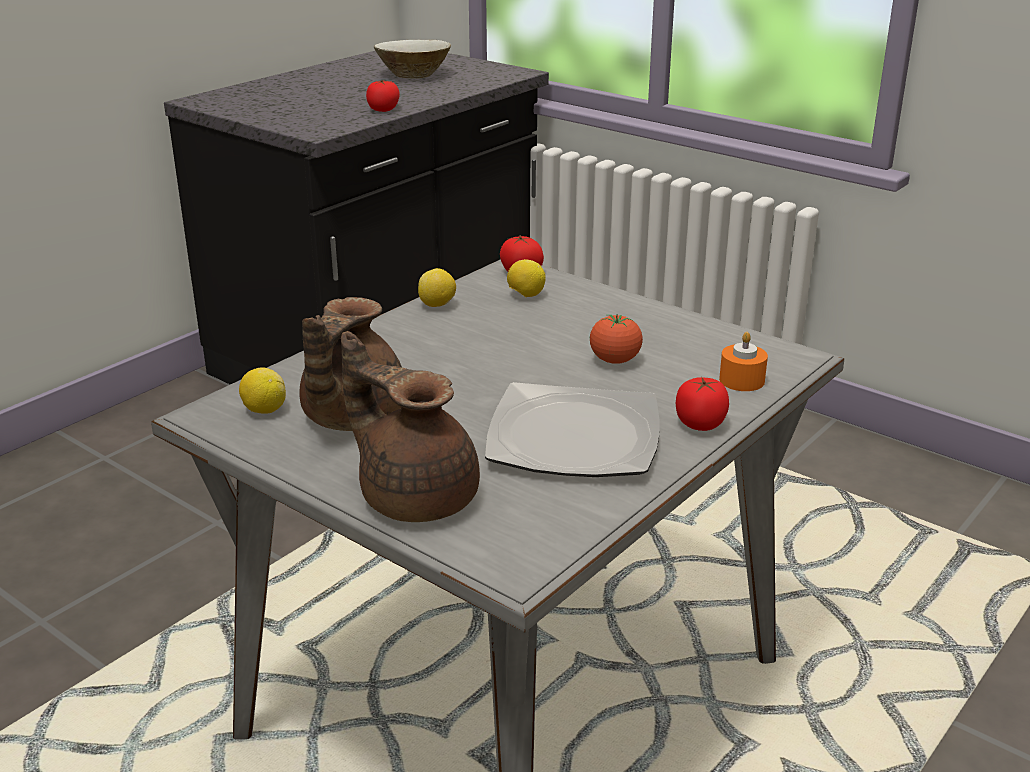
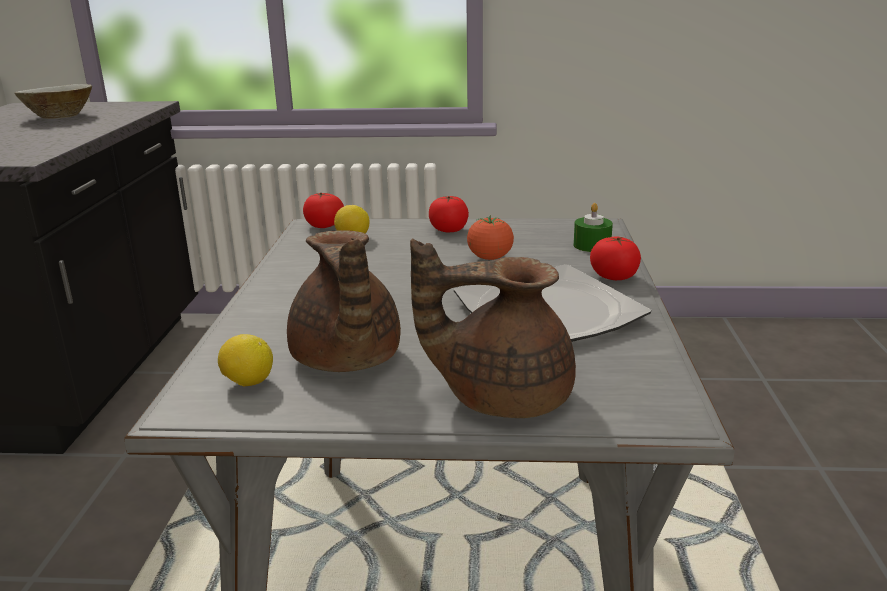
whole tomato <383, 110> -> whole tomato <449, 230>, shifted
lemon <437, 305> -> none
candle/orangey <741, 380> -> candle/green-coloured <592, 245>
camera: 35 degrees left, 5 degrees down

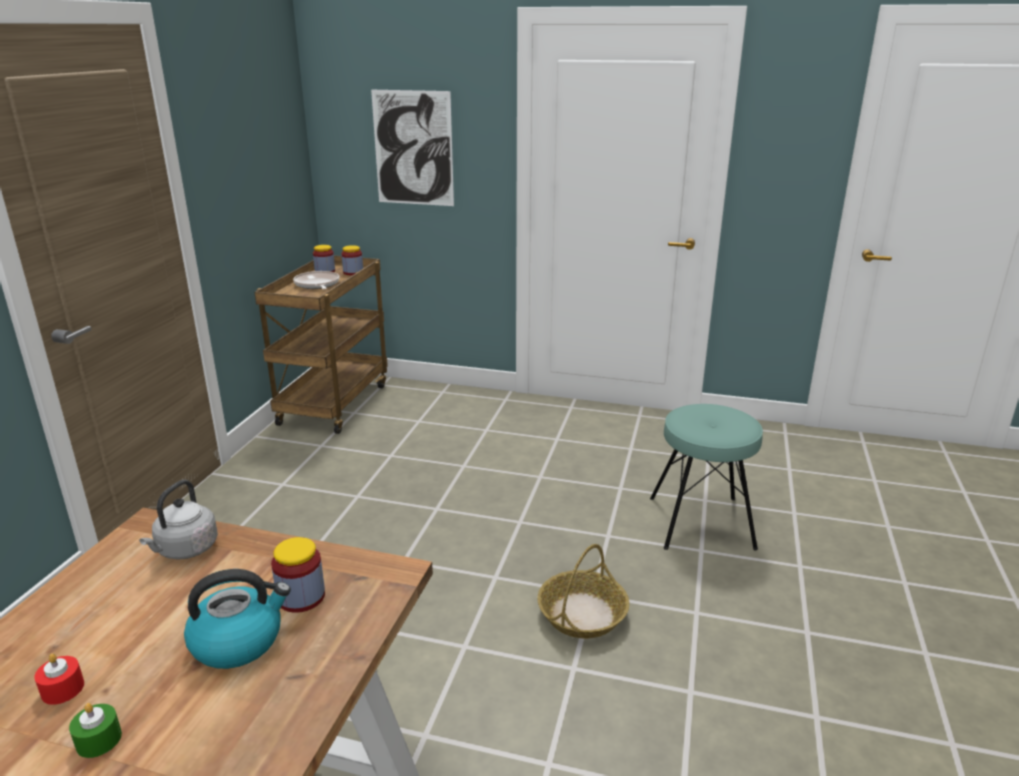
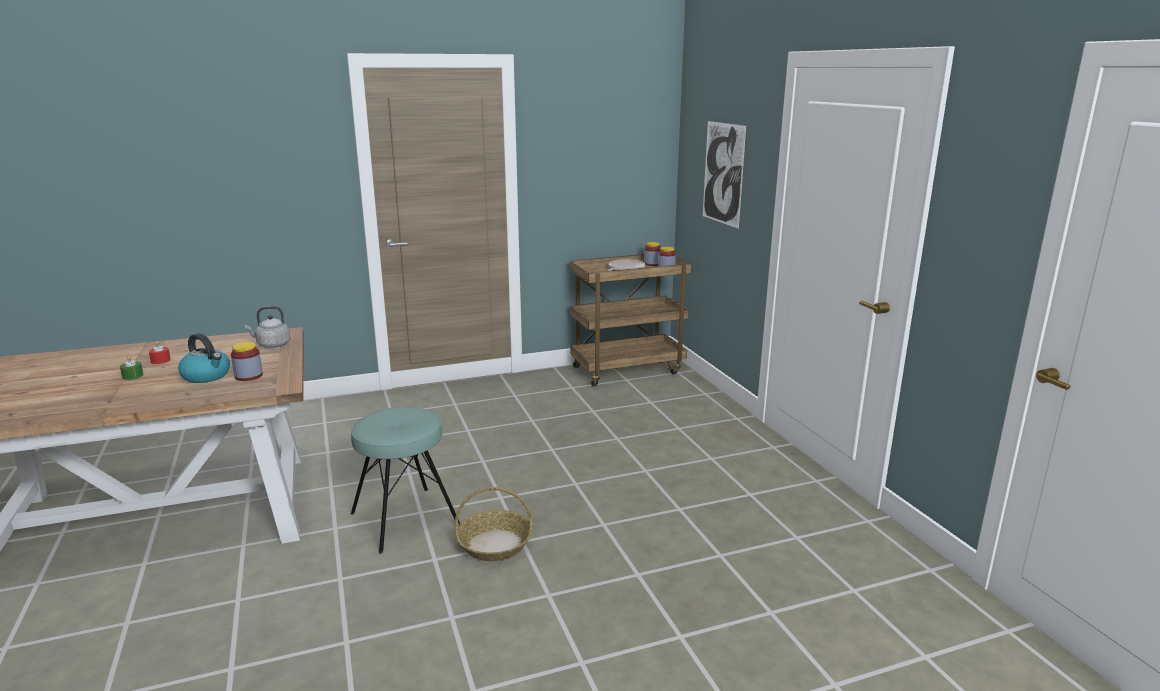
sitting stool/blue-green <701, 523> -> sitting stool/blue-green <404, 519>, shifted
camera: 55 degrees right, 5 degrees down

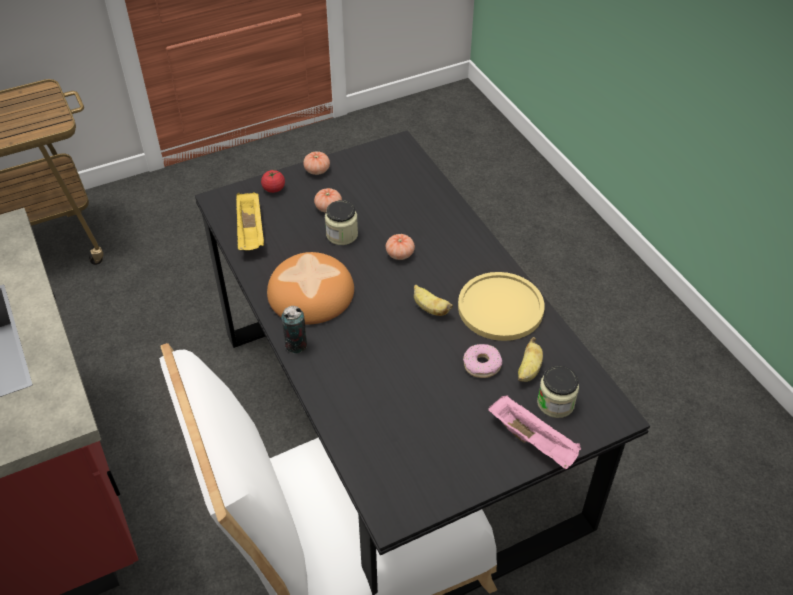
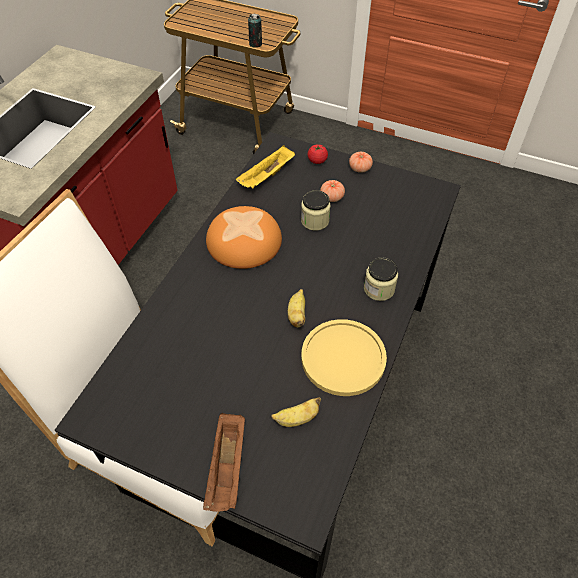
whole tomato <400, 254> -> none
sealed can <296, 345> -> sealed can <255, 44>, shifted
donut <482, 365> -> none
jar <555, 403> -> jar <379, 289>, shifted
tray/pink-coloured <533, 441> -> tray/brown-coloured <227, 468>
camera: 50 degrees right, 5 degrees up

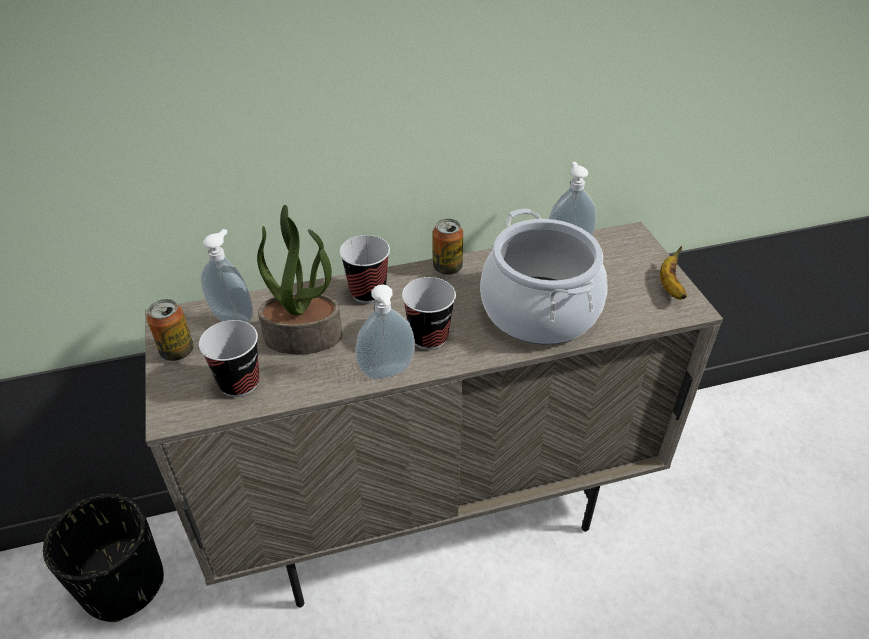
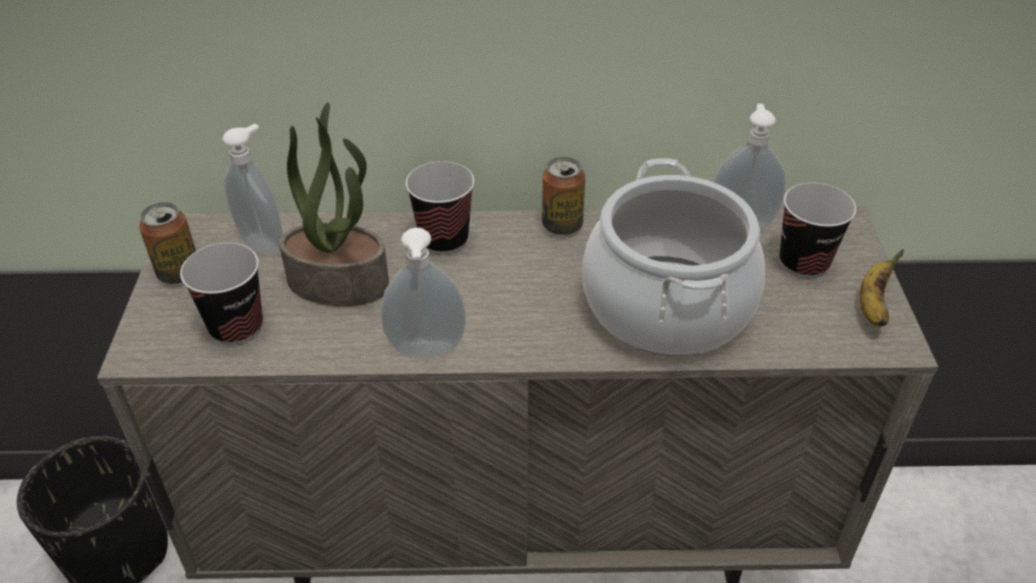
small cup <429, 337> -> small cup <803, 263>, shifted
camera: 15 degrees right, 0 degrees up

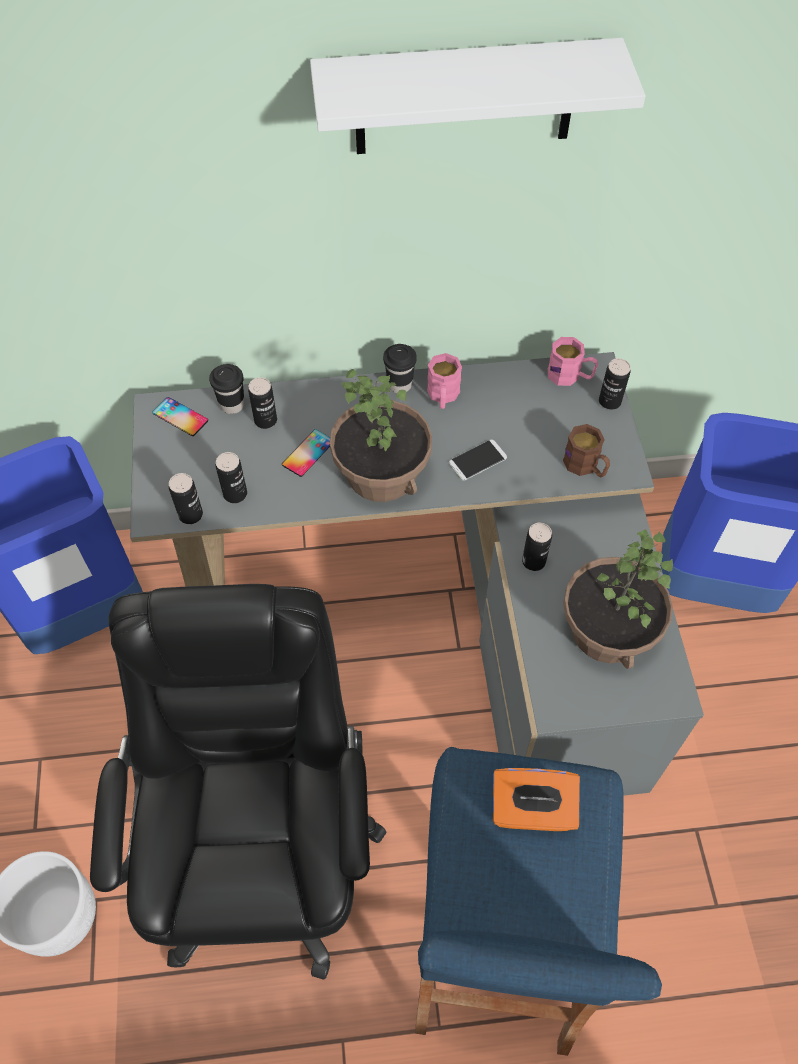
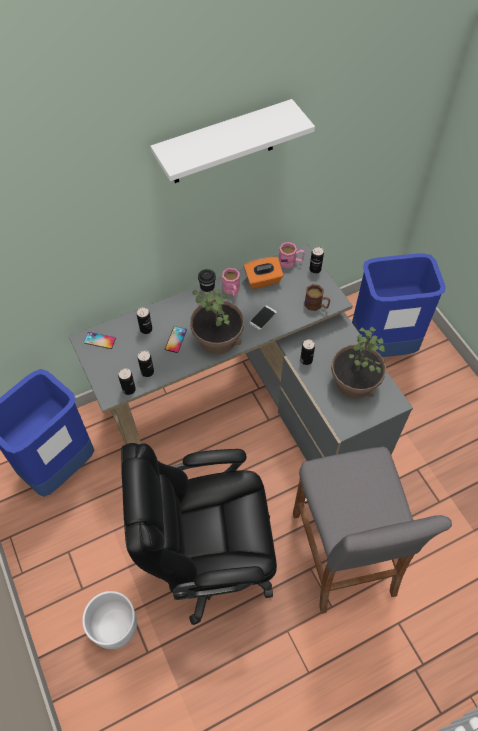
small cup/black <232, 405> -> none
computer chair/black <263, 854> -> computer chair/black <210, 557>, 75 degrees counterclockwise
sitting stool/blue-coloured <498, 935> -> sitting stool/grey <342, 553>
tissue holder/orangey <532, 810> -> tissue holder/orangey <263, 280>, shifted
camera: 20 degrees left, 0 degrees up

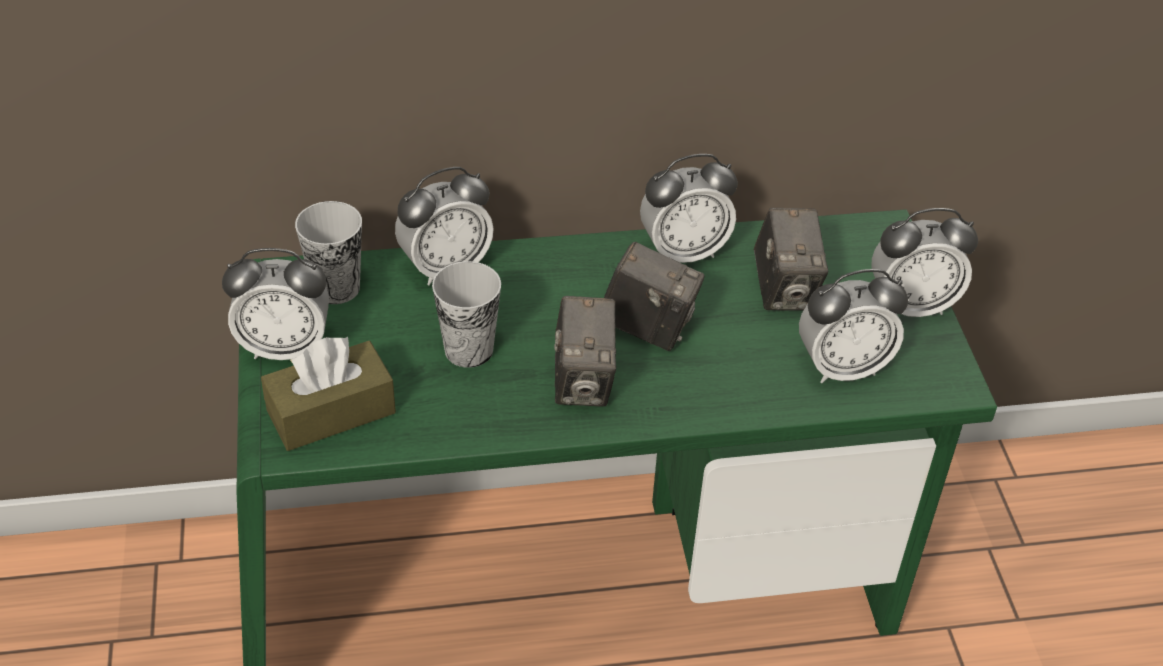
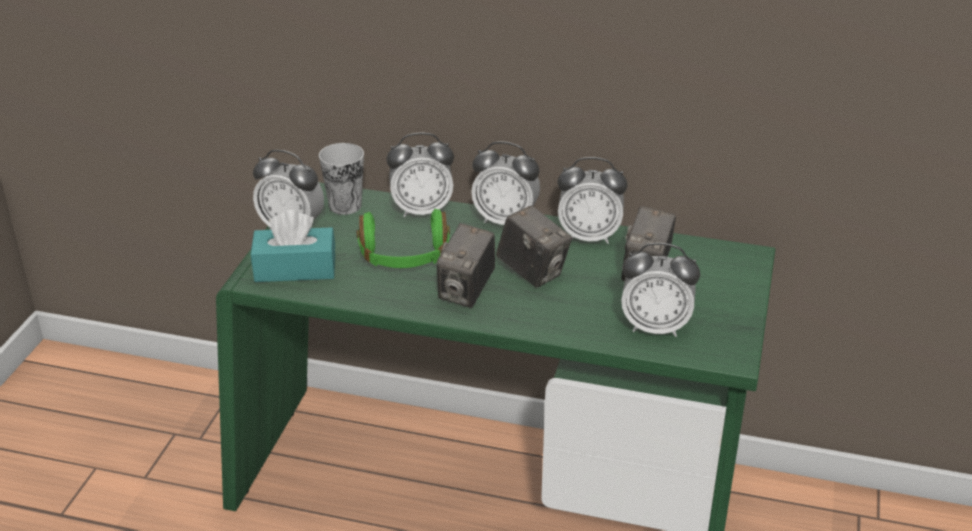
bedside clock <911, 305> -> bedside clock <505, 220>, shifted
small cup <468, 350> -> pair of headphones/green-coloured <404, 257>
tissue holder/brown-coloured <331, 412> -> tissue holder/blue-green <295, 268>
camera: 25 degrees right, 10 degrees down

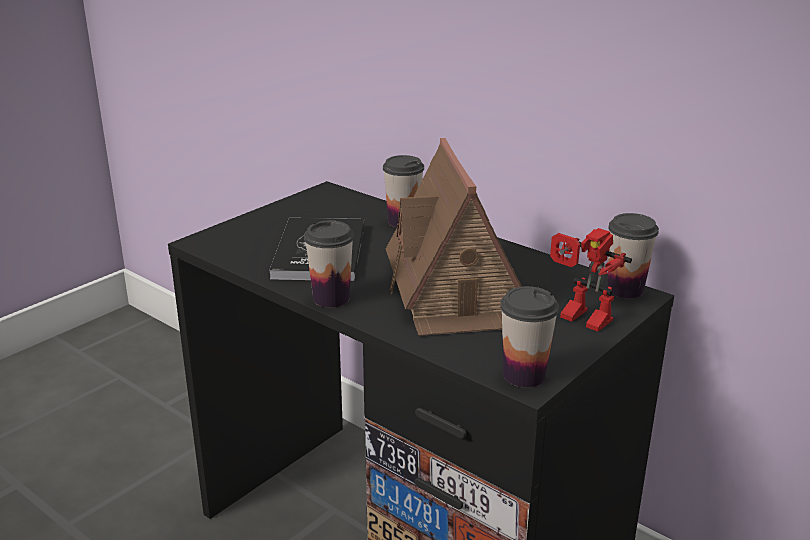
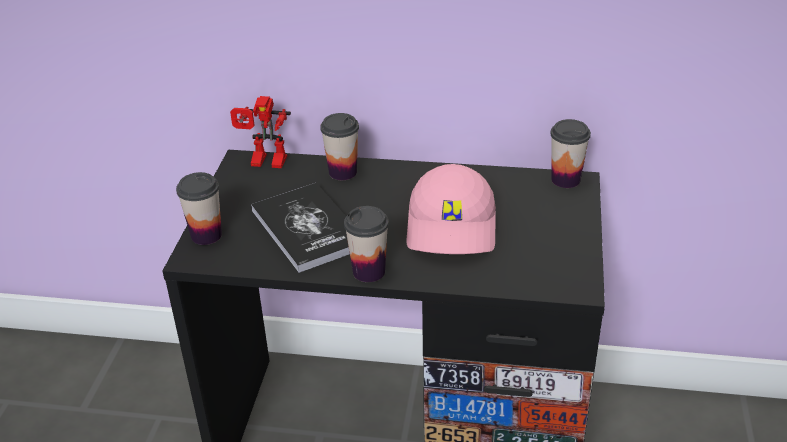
toy house <455, 291> -> baseball cap/pink-coloured <453, 227>
robot figure <580, 319> -> robot figure <265, 163>, shifted
small cup <524, 375> -> small cup <206, 235>, shifted
camera: 30 degrees left, 10 degrees up

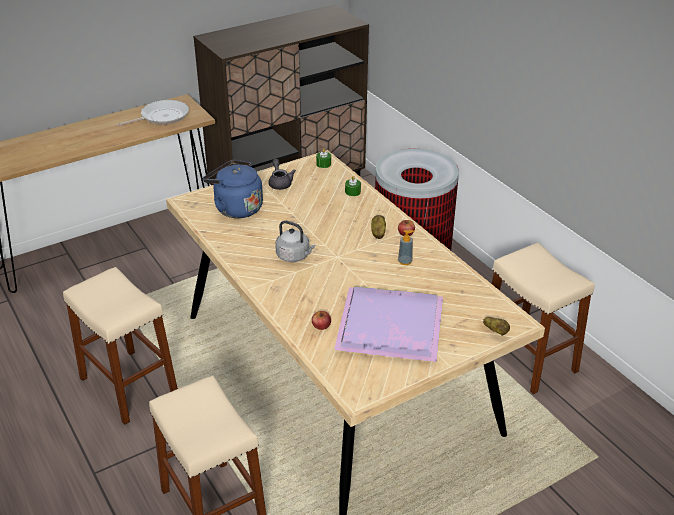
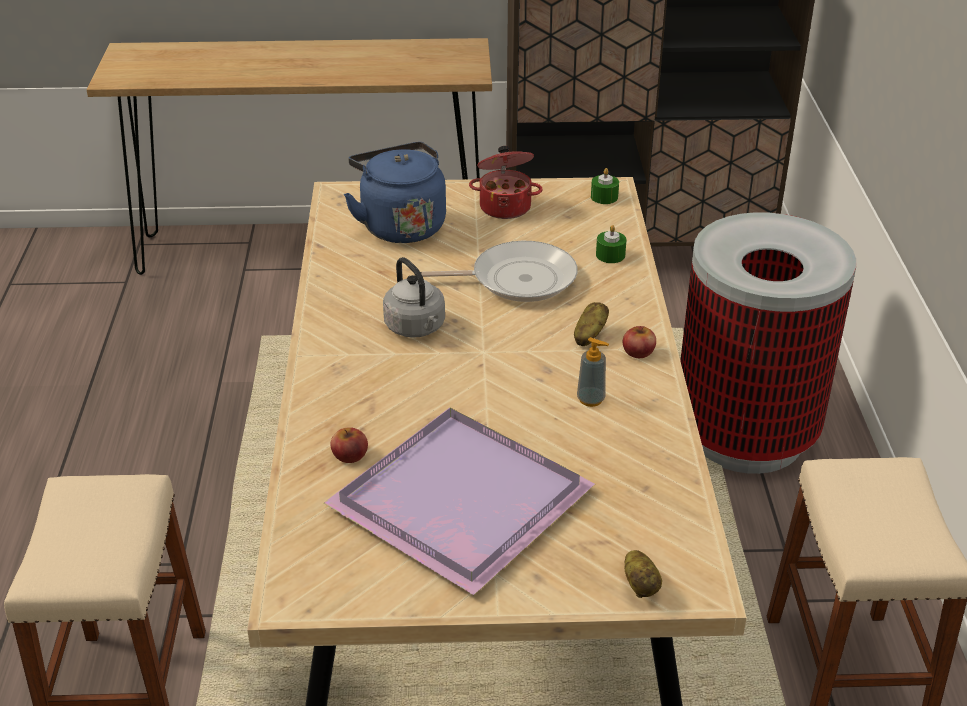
pan <162, 117> -> pan <517, 279>, shifted
tea pot/grey <280, 183> -> cooking pot <505, 206>
sitting stool/beige-coloured <128, 386> -> none
camera: 30 degrees right, 0 degrees up

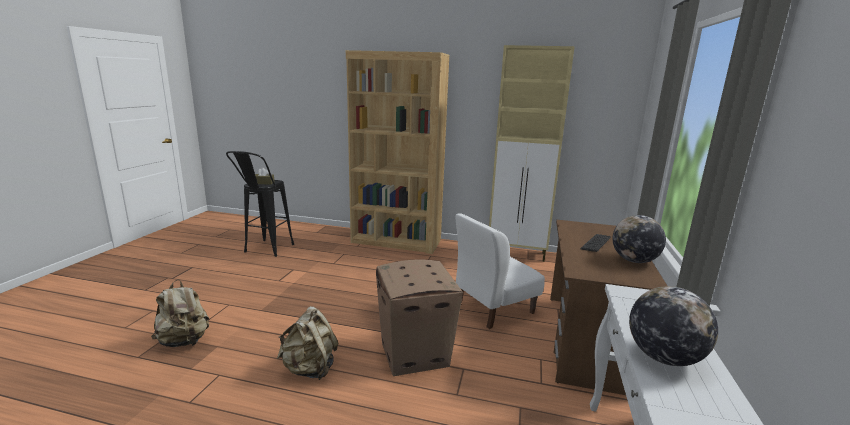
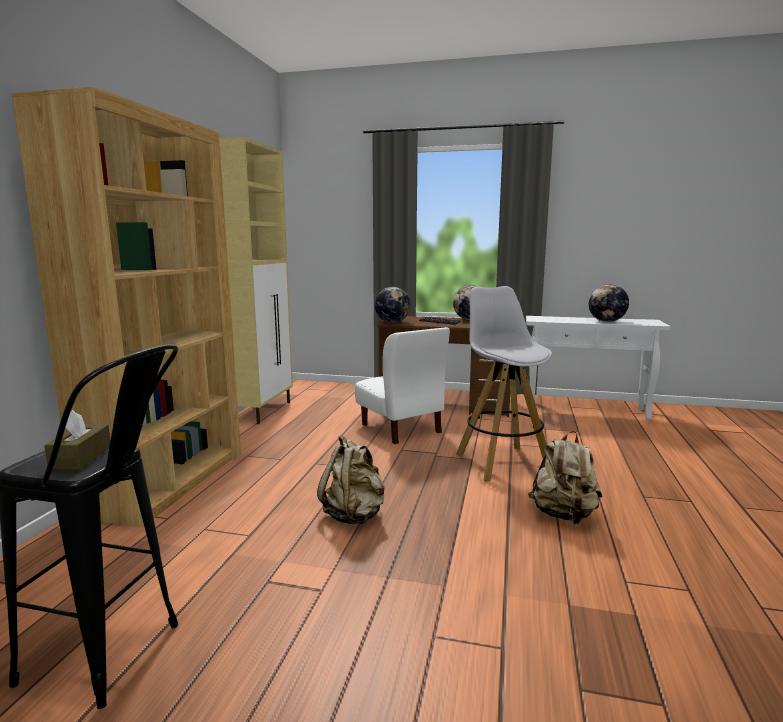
packing box <415, 354> -> sitting stool/whitish <502, 462>
backpack/beige-coloured <184, 341> -> backpack/beige-coloured <354, 515>, shifted
none -> world globe <392, 322>
camera: 90 degrees left, 5 degrees down

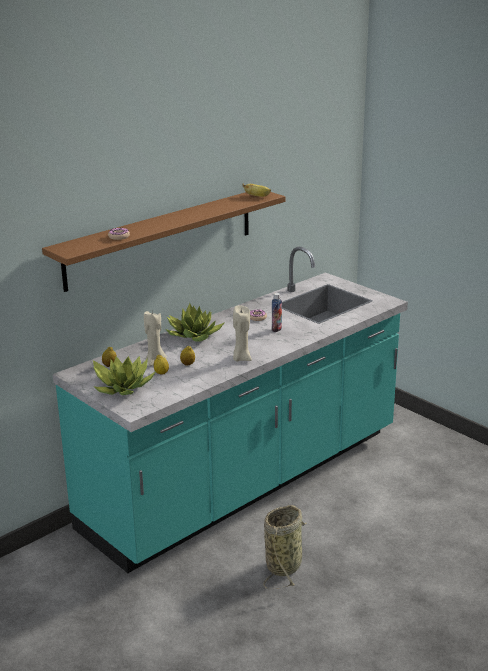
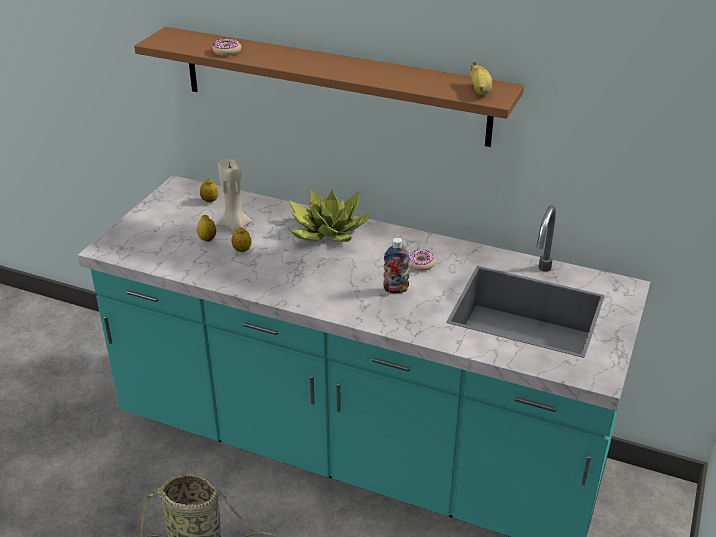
candle/beige-coloured <241, 358> -> none
plant in a pot <123, 387> -> none
camera: 65 degrees right, 10 degrees up

